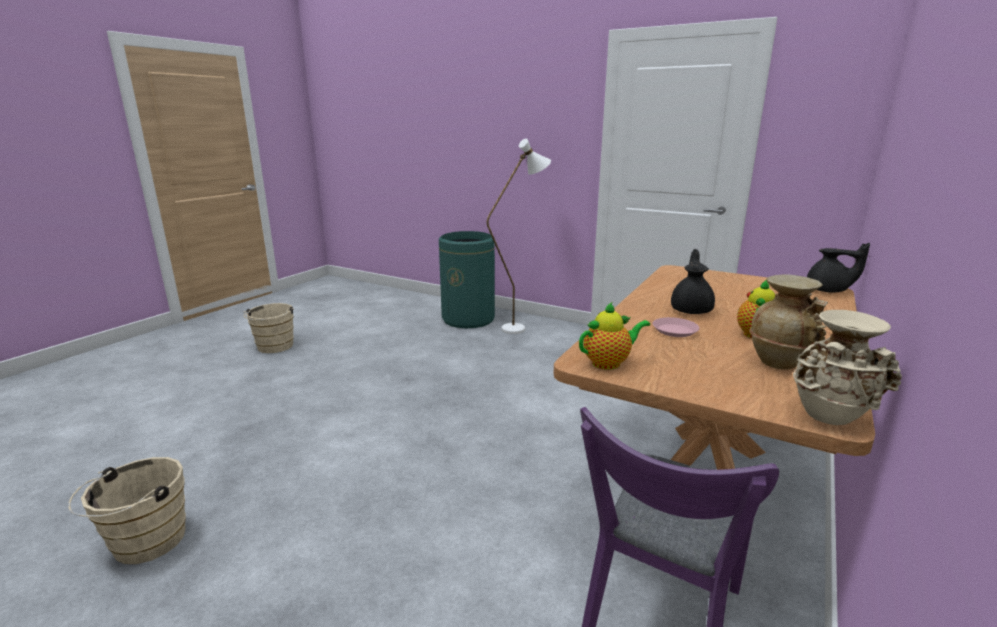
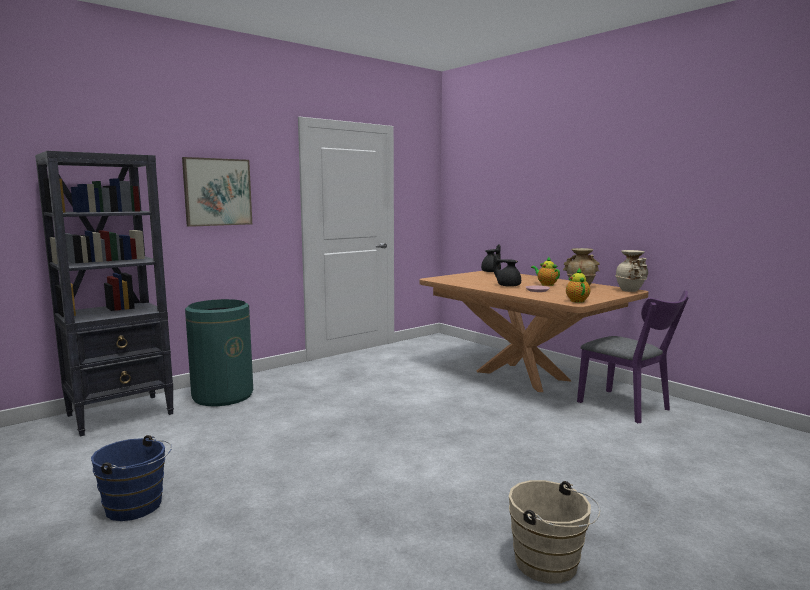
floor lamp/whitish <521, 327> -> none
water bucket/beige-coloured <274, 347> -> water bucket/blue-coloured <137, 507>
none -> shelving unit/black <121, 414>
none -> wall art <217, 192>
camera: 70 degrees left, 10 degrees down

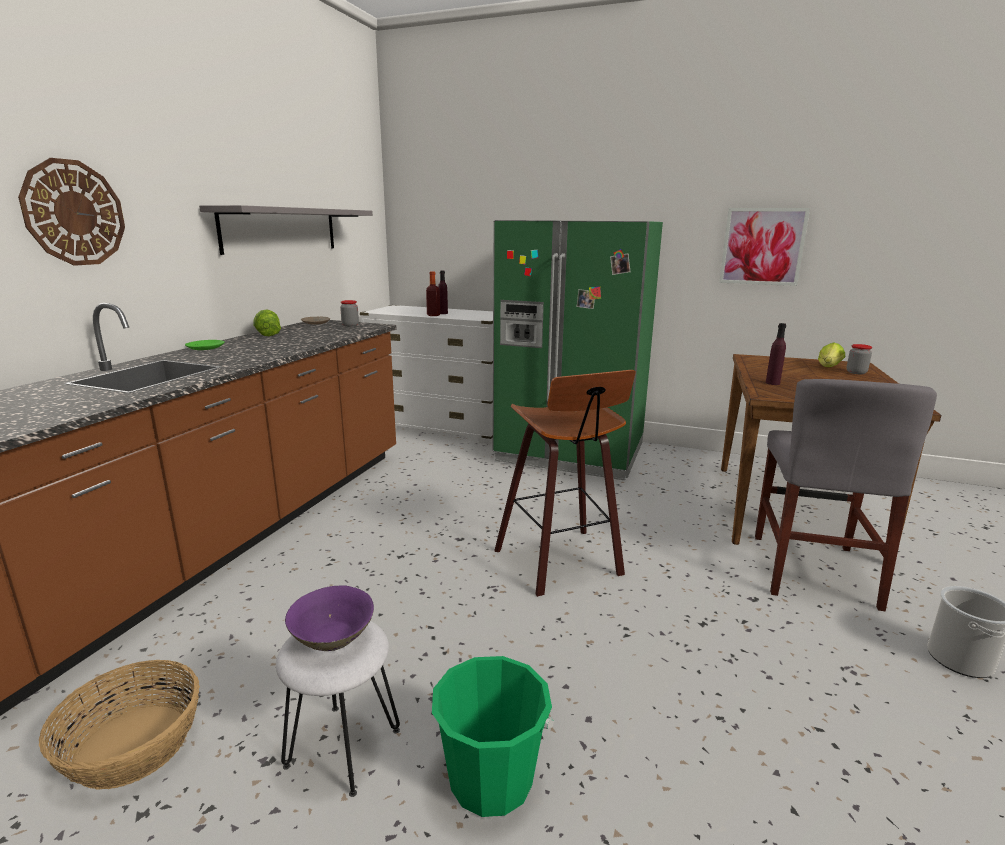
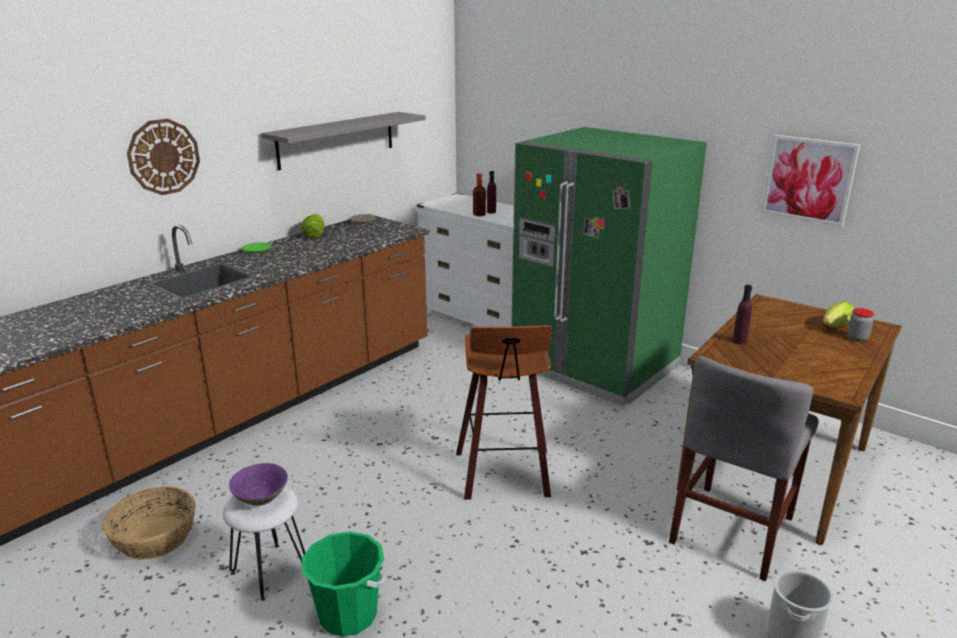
jar <350, 325> -> none
camera: 20 degrees right, 5 degrees up

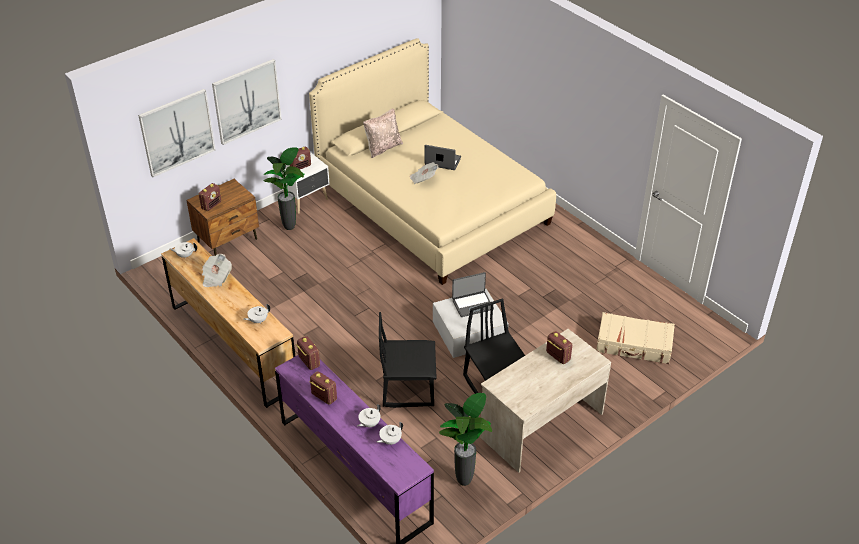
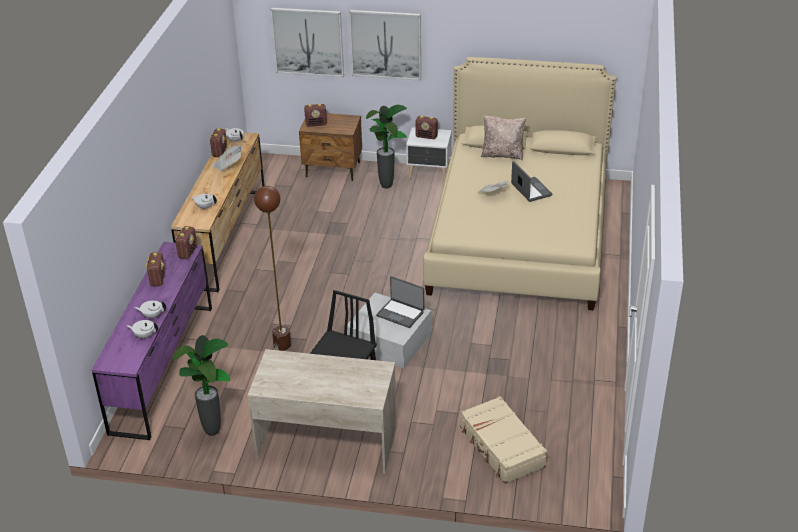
upright chair/black <408, 388> -> floor lamp/brown-coloured <282, 345>
radio set <557, 356> -> radio set <219, 152>, shifted
camera: 50 degrees right, 5 degrees down

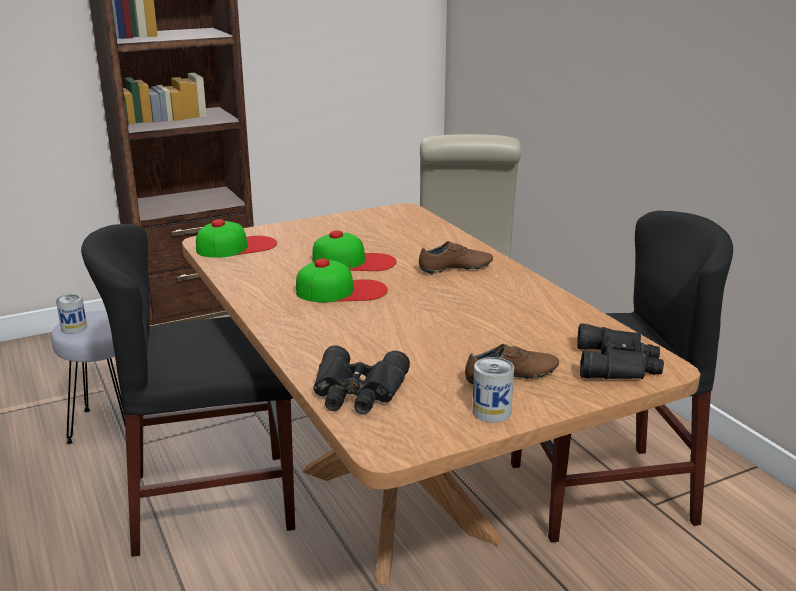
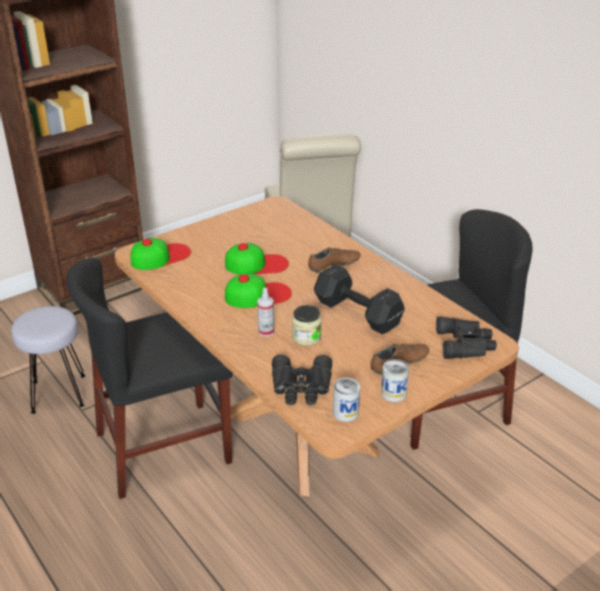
sealed can <74, 328> -> sealed can <345, 412>, shifted
none -> hand weight/black <356, 312>
none -> spray bottle <266, 331>
none -> jar <306, 337>
camera: 10 degrees left, 10 degrees up

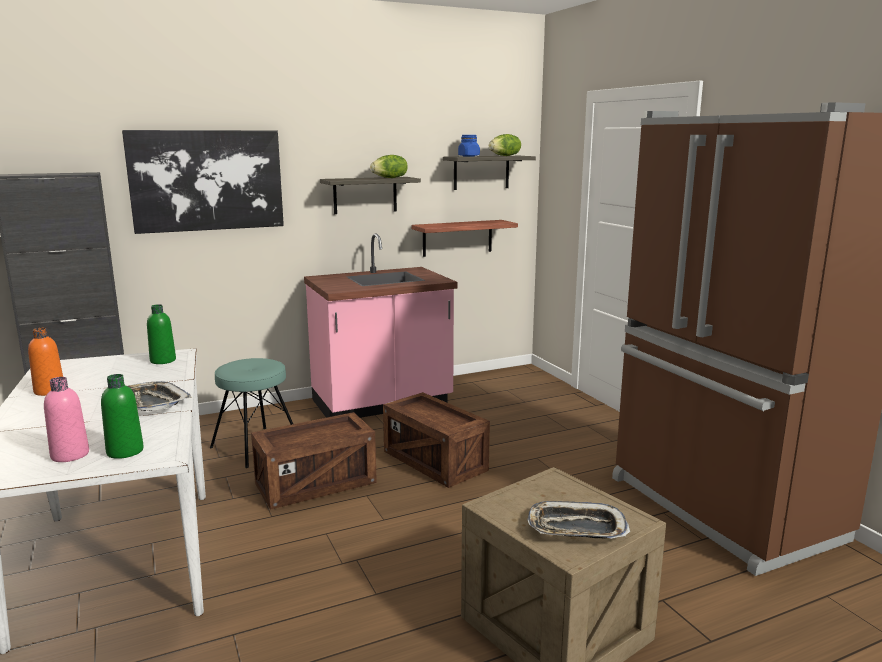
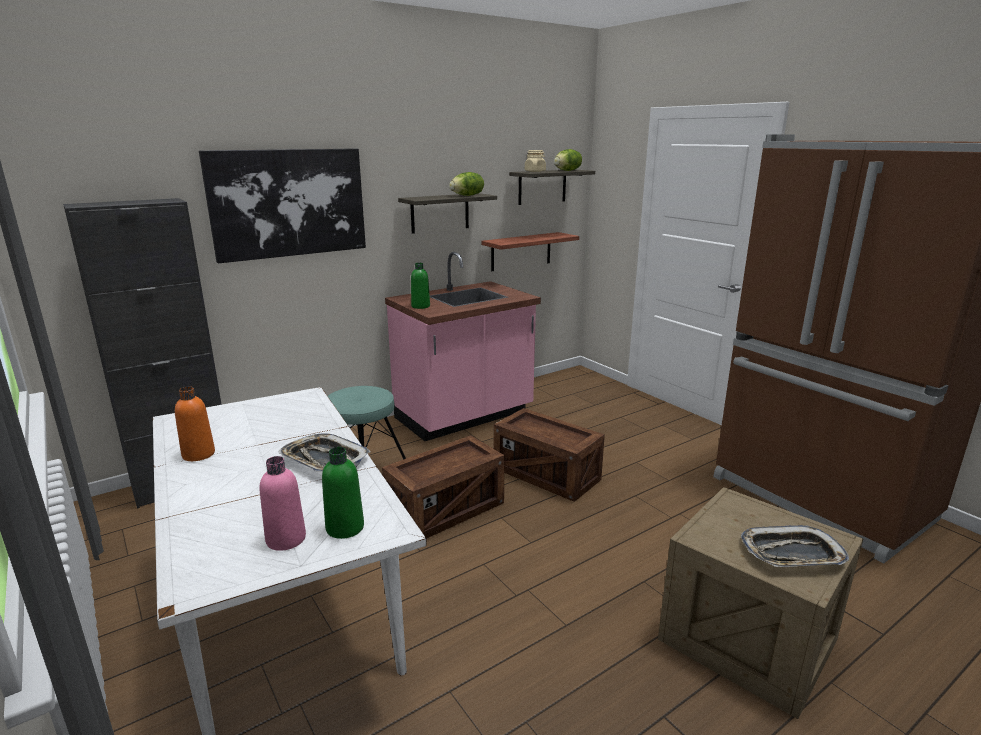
jar/blue-coloured <469, 156> -> jar/beige-coloured <535, 171>
beverage bottle/green-coloured <163, 360> -> beverage bottle/green-coloured <420, 306>, shifted
camera: 10 degrees left, 5 degrees up

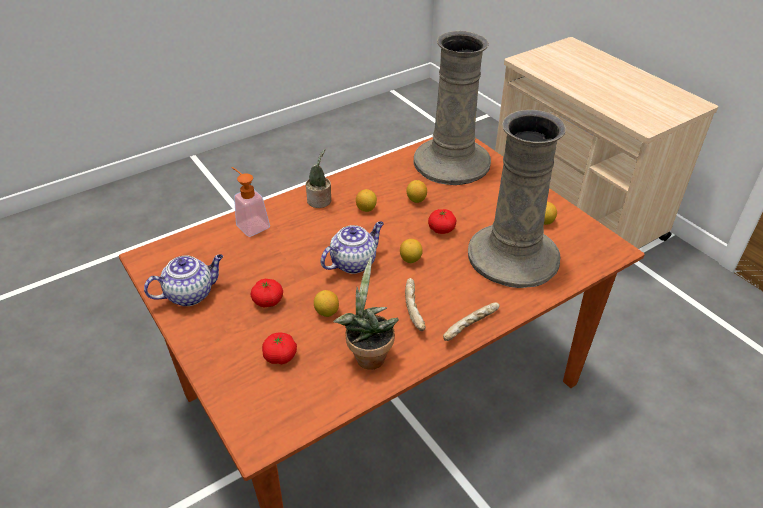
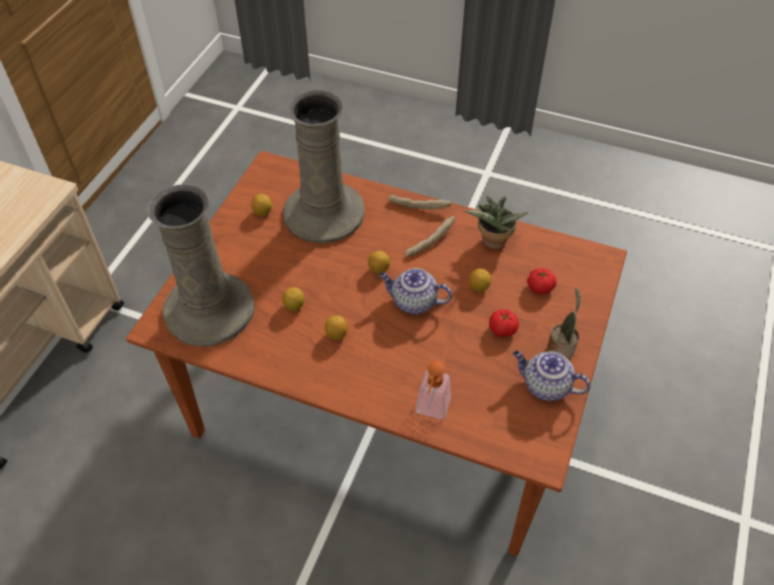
plant in a pot <320, 201> -> plant in a pot <561, 347>, shifted
whole tomato <441, 229> -> none
camera: 125 degrees left, 10 degrees up

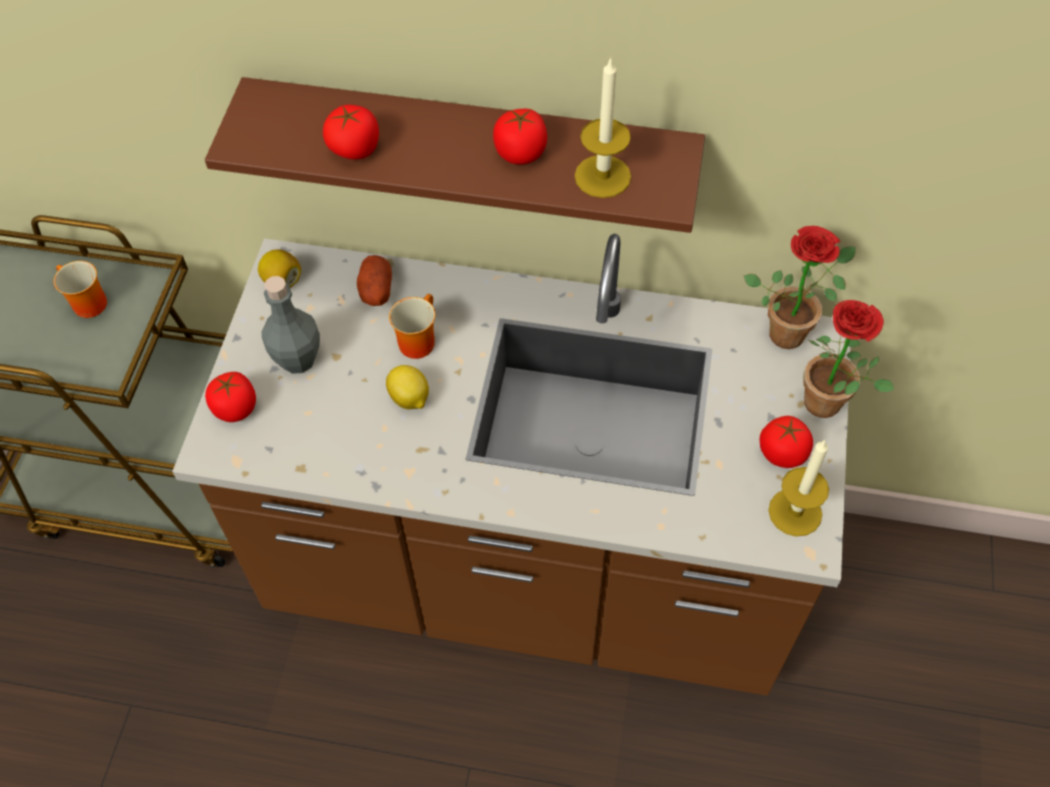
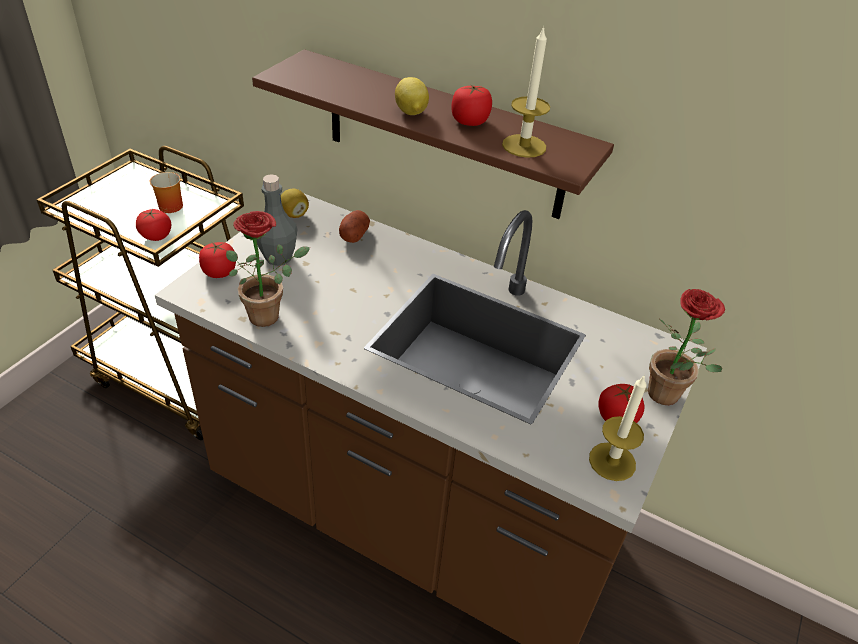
whole tomato <354, 148> -> whole tomato <156, 236>, shifted
plant in a pot <791, 329> -> plant in a pot <270, 314>, shifted
coffee mug <416, 339> -> none
lemon <409, 399> -> lemon <411, 112>, shifted
camera: 15 degrees right, 15 degrees down

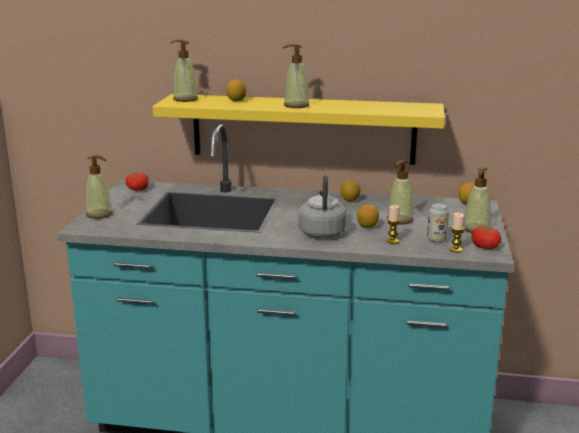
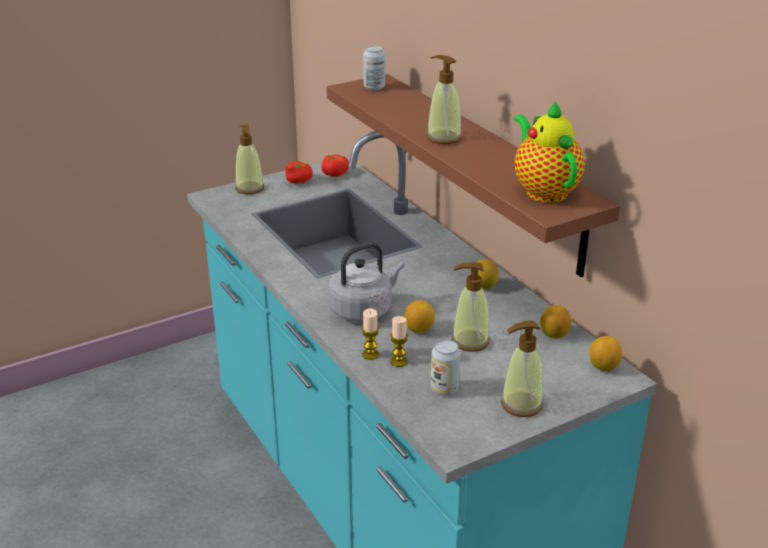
liquid soap bottle <185, 99> -> sealed can <374, 87>
lemon <236, 100> -> lemon <554, 334>, shifted
bracket shelf/yellowish <303, 129> -> bracket shelf/brown-coloured <484, 169>
candle <456, 250> -> candle <370, 354>, shifted
whole tomato <486, 246> -> whole tomato <299, 181>, shifted
none -> tea pot <543, 191>
camera: 50 degrees right, 10 degrees up

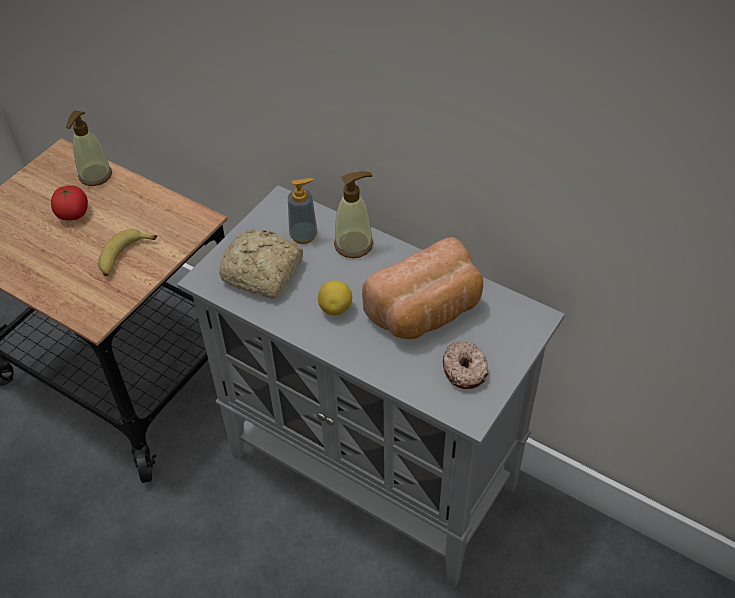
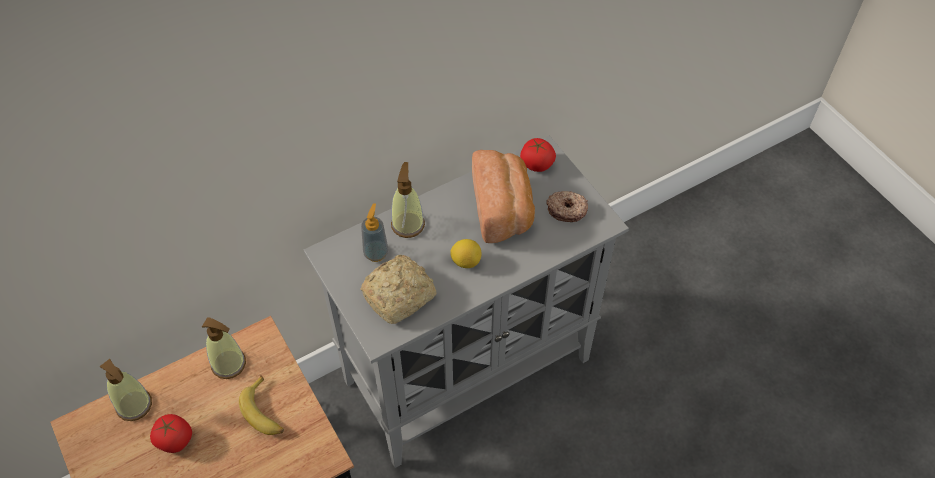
none -> whole tomato <537, 164>
none -> liquid soap bottle <229, 364>
camera: 65 degrees left, 5 degrees up

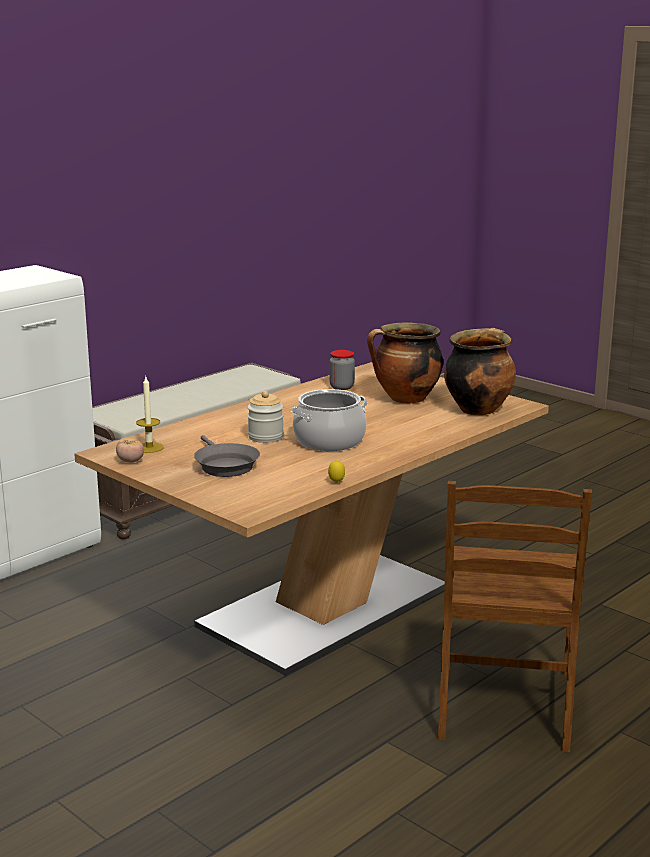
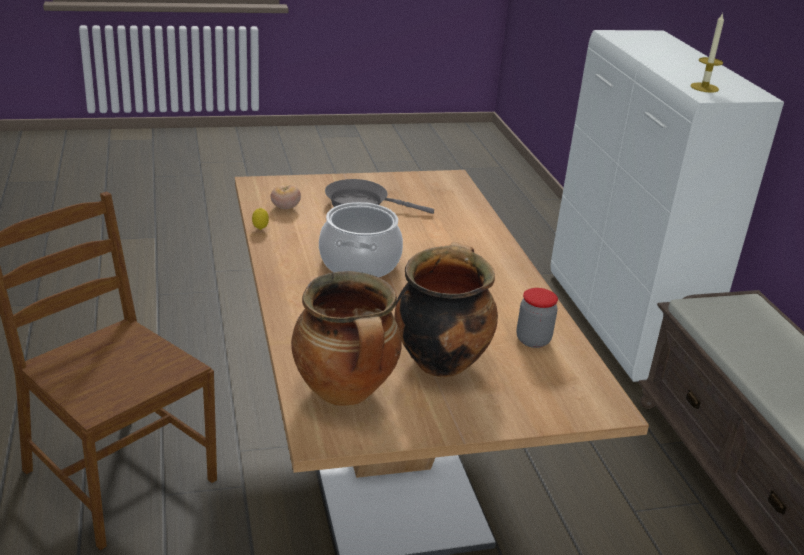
candle <149, 448> -> candle <704, 87>, shifted
jar <265, 437> -> none
whole tomato <130, 461> -> whole tomato <285, 207>, shifted
camera: 120 degrees right, 10 degrees up

